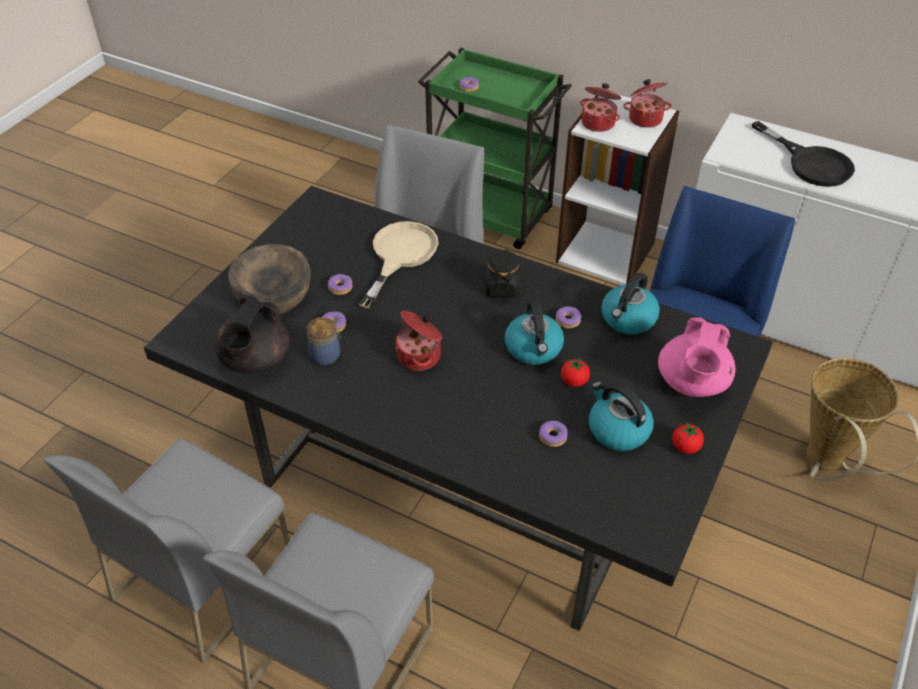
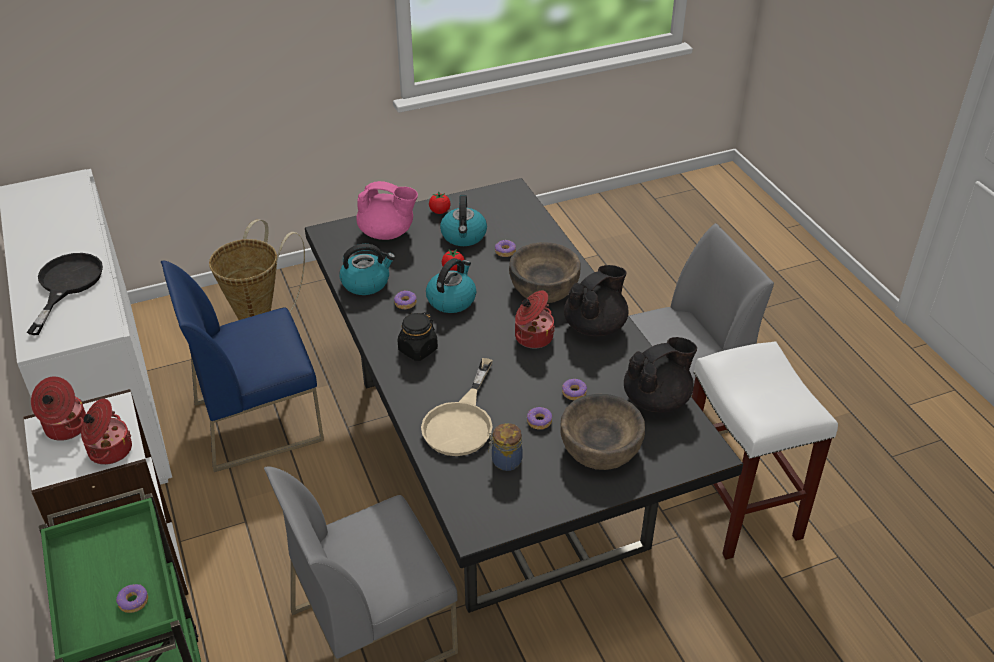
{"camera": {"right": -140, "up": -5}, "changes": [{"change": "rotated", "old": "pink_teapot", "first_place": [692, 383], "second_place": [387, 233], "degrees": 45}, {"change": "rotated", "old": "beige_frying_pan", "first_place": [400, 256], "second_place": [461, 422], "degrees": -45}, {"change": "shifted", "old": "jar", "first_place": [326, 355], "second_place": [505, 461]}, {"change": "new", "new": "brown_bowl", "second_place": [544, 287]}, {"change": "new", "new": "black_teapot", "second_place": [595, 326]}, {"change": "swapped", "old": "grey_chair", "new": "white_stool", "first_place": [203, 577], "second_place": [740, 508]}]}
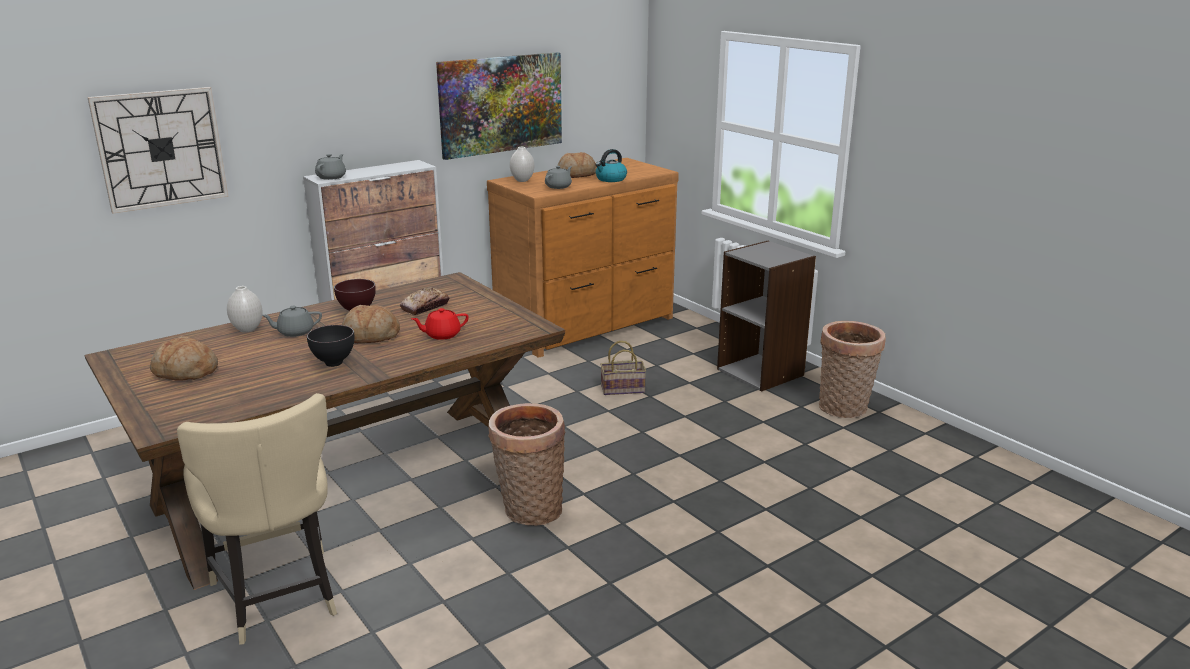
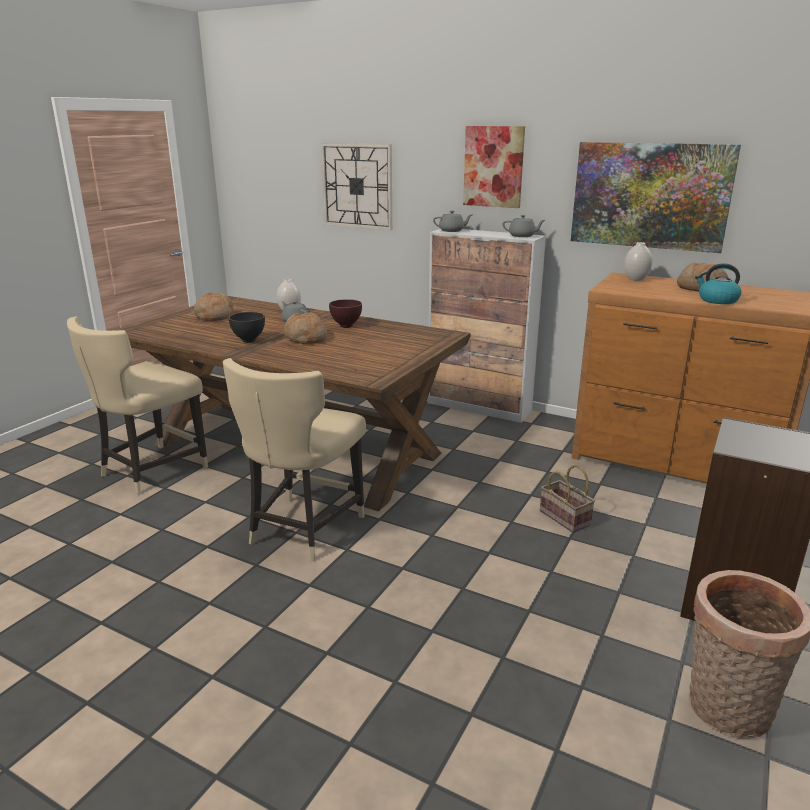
{"camera": {"right": 65, "up": 0}, "changes": [{"change": "swapped", "old": "basket", "new": "beige_chair", "first_place": [529, 510], "second_place": [302, 529]}, {"change": "new", "new": "picture", "second_place": [493, 167]}, {"change": "shifted", "old": "grey_teapot", "first_place": [558, 186], "second_place": [522, 236]}, {"change": "gone", "old": "bread", "first_place": [425, 307]}, {"change": "gone", "old": "red_teapot", "first_place": [442, 335]}]}
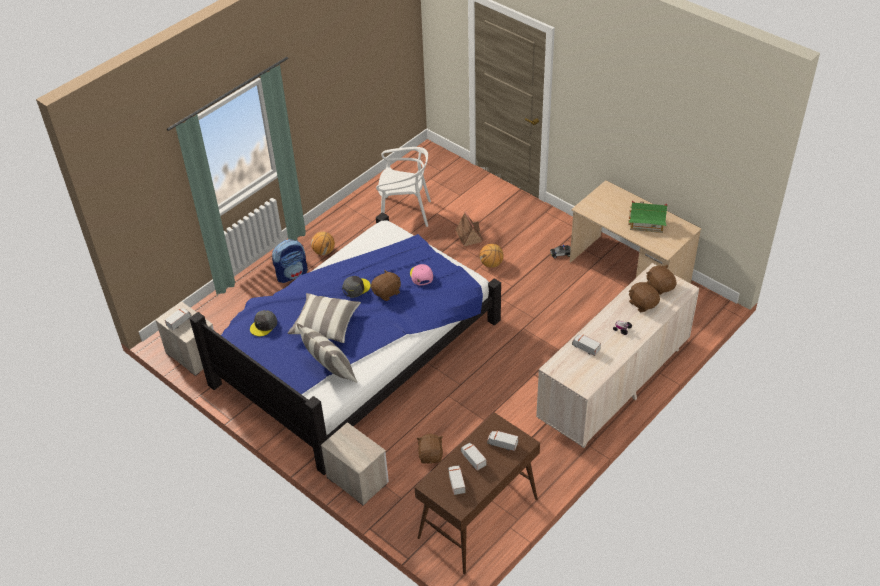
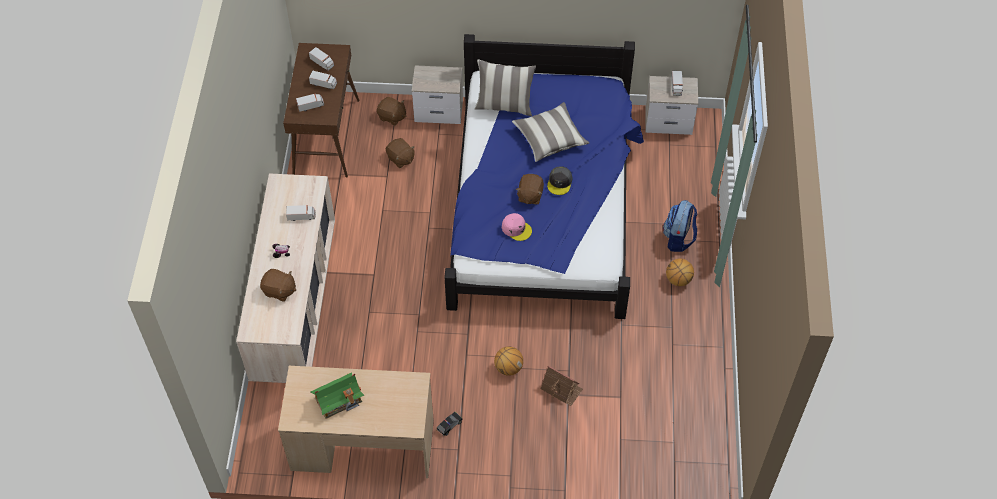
{"camera": {"right": 140, "up": 10}, "changes": [{"change": "shifted", "old": "brown_plush_toy", "first_place": [660, 287], "second_place": [392, 117]}, {"change": "gone", "old": "grey_cap", "first_place": [264, 325]}, {"change": "gone", "old": "white_chair", "first_place": [404, 213]}]}
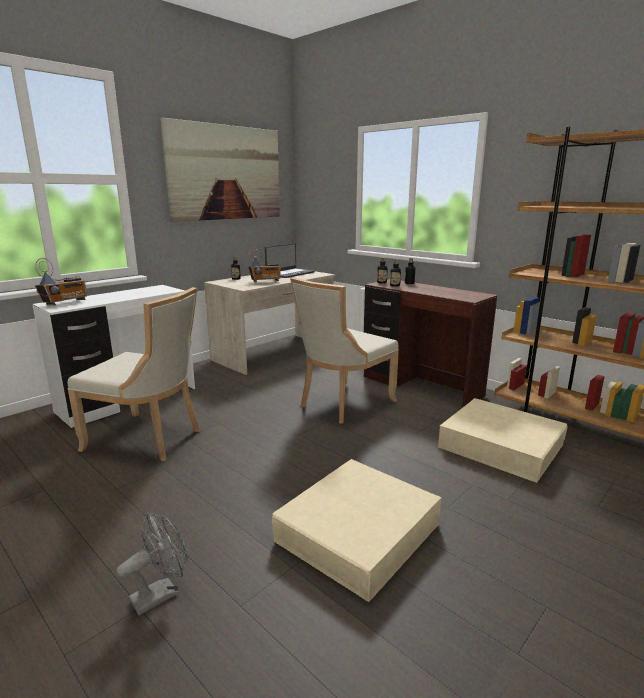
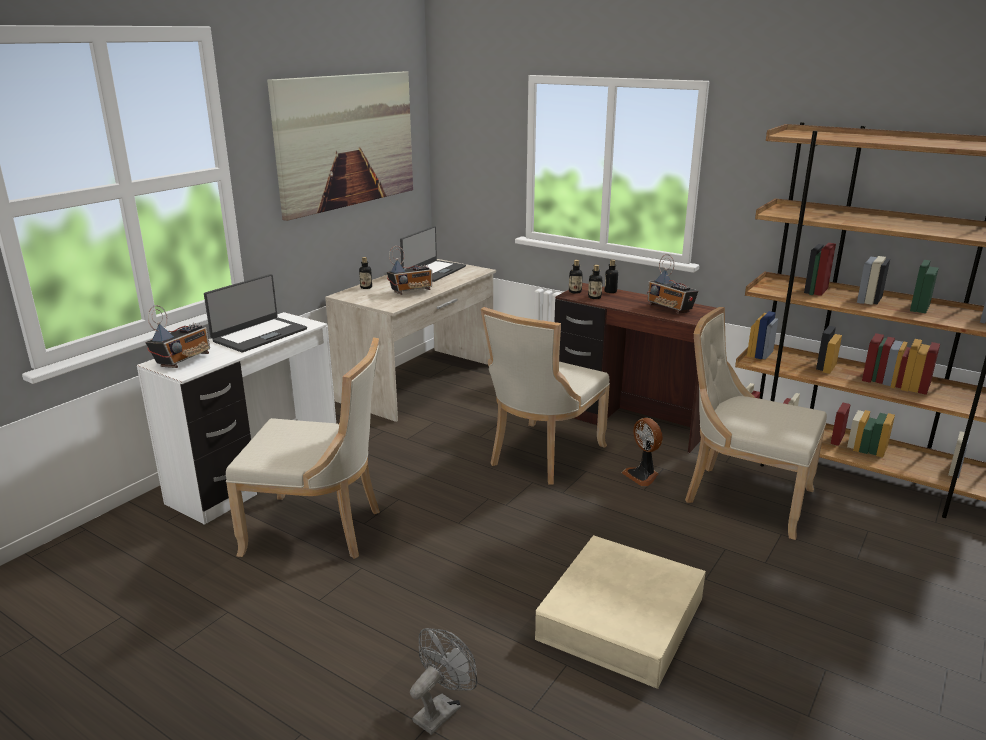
{"camera": {"right": -10, "up": 5}, "changes": [{"change": "new", "new": "laptop", "second_place": [259, 335]}, {"change": "new", "new": "fan", "second_place": [642, 475]}, {"change": "new", "new": "radio", "second_place": [670, 309]}, {"change": "swapped", "old": "beige_storage_box", "new": "beige_chair", "first_place": [500, 446], "second_place": [743, 497]}]}
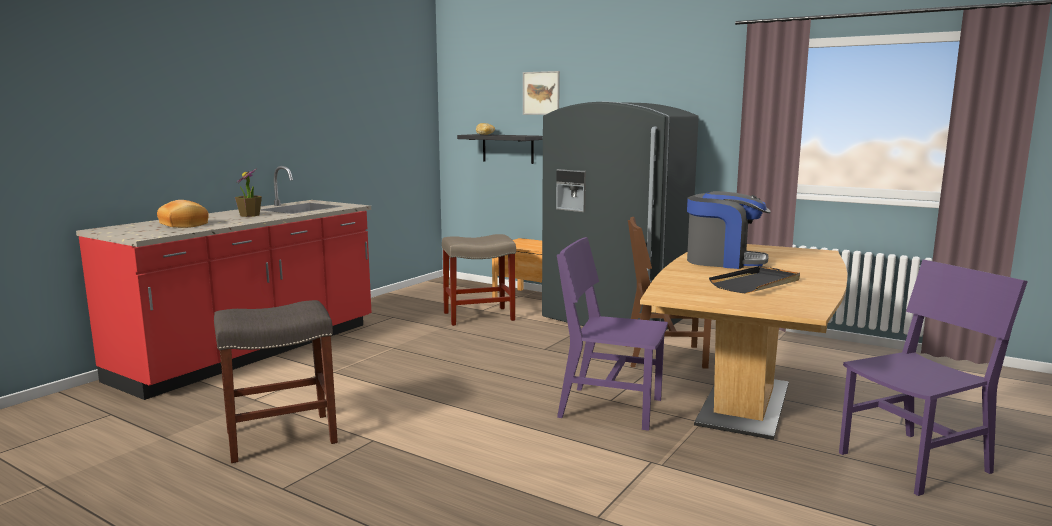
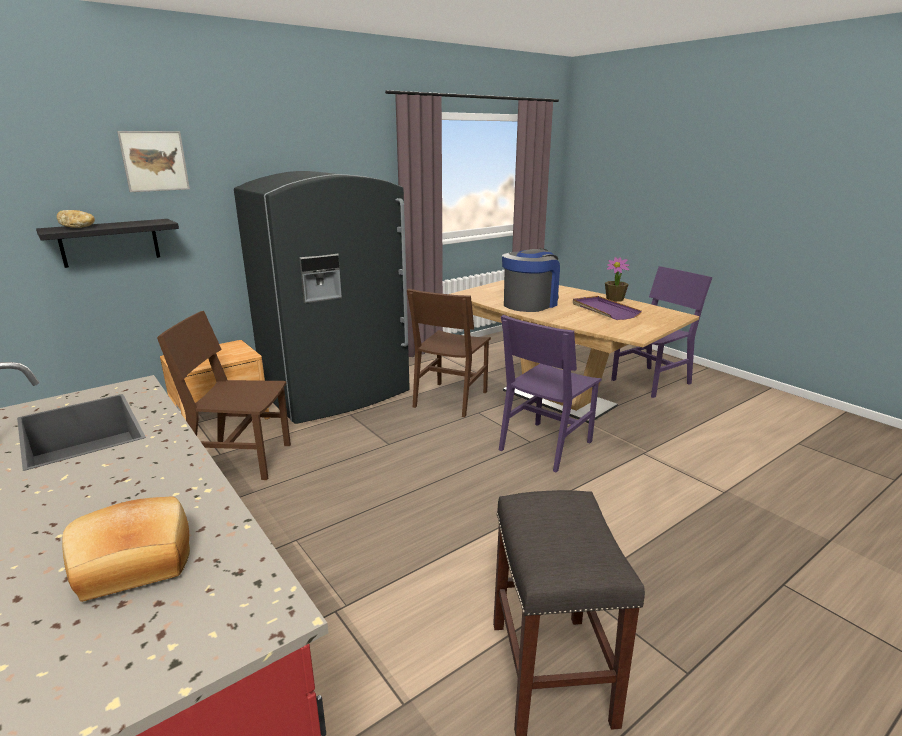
{"camera": {"right": -70, "up": 10}, "changes": [{"change": "swapped", "old": "beige_stool", "new": "brown_chair", "first_place": [479, 316], "second_place": [241, 459]}, {"change": "repainted", "old": "black_tray", "new": "purple_tray", "first_place": [756, 283], "second_place": [604, 310]}, {"change": "shifted", "old": "potted_plant", "first_place": [249, 215], "second_place": [615, 299]}, {"change": "rotated", "old": "purple_chair", "first_place": [914, 462], "second_place": [651, 382], "degrees": 60}]}
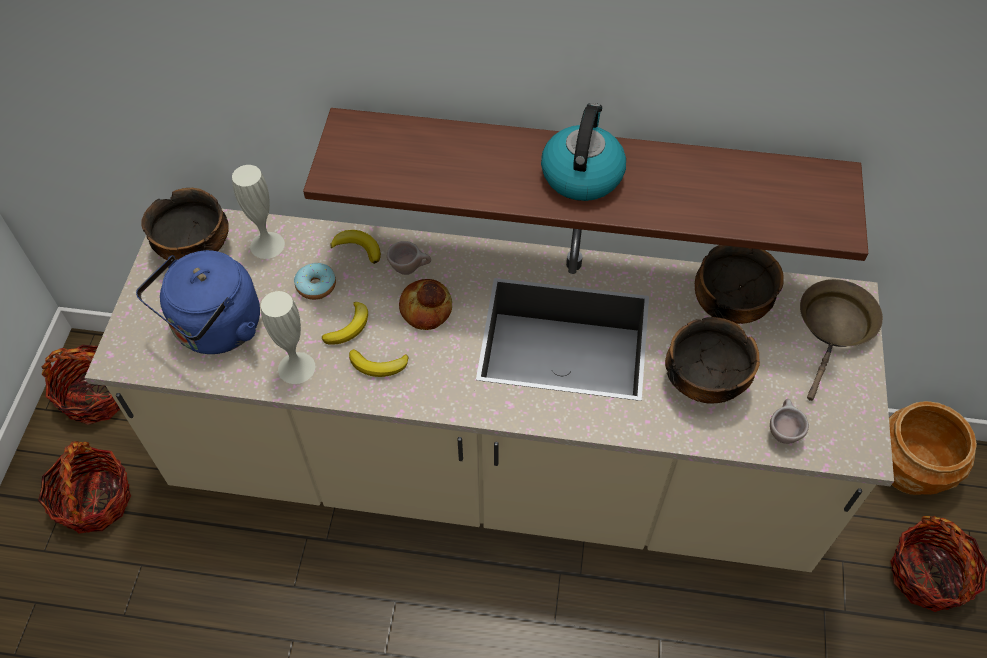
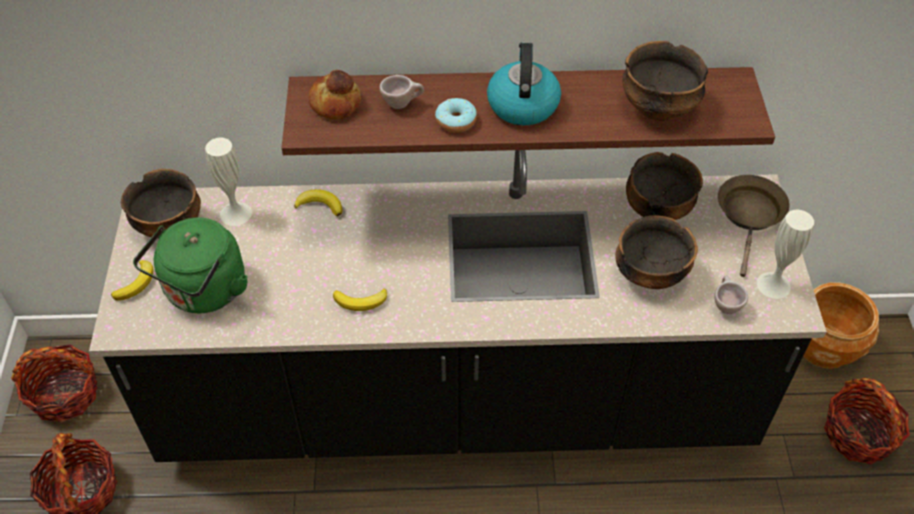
{"camera": {"right": -10, "up": -5}, "changes": [{"change": "repainted", "old": "beige_counter", "new": "black_counter", "first_place": [493, 467], "second_place": [457, 402]}, {"change": "shifted", "old": "banana", "first_place": [349, 327], "second_place": [136, 283]}, {"change": "repainted", "old": "blue_kettle", "new": "green_kettle", "first_place": [215, 329], "second_place": [203, 292]}, {"change": "shifted", "old": "bread", "first_place": [425, 309], "second_place": [334, 103]}, {"change": "shifted", "old": "beige_cup", "first_place": [410, 268], "second_place": [402, 103]}, {"change": "shifted", "old": "donut", "first_place": [316, 286], "second_place": [456, 121]}, {"change": "new", "new": "bowl", "second_place": [658, 108]}, {"change": "shifted", "old": "white_vase", "first_place": [296, 367], "second_place": [773, 285]}]}
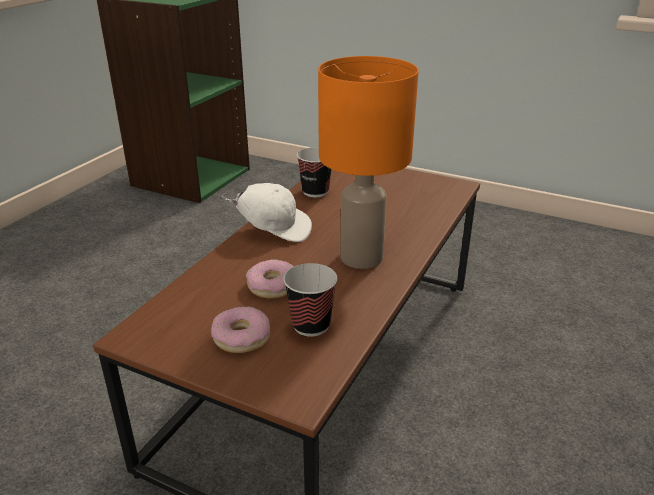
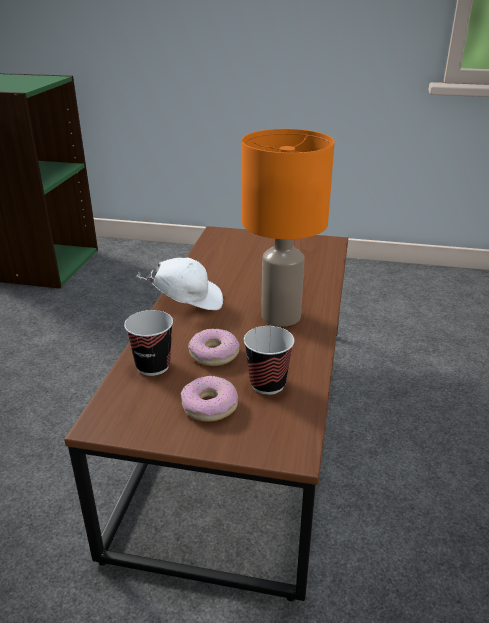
{"camera": {"right": -15, "up": 0}, "changes": [{"change": "shifted", "old": "cup", "first_place": [315, 192], "second_place": [153, 366]}]}
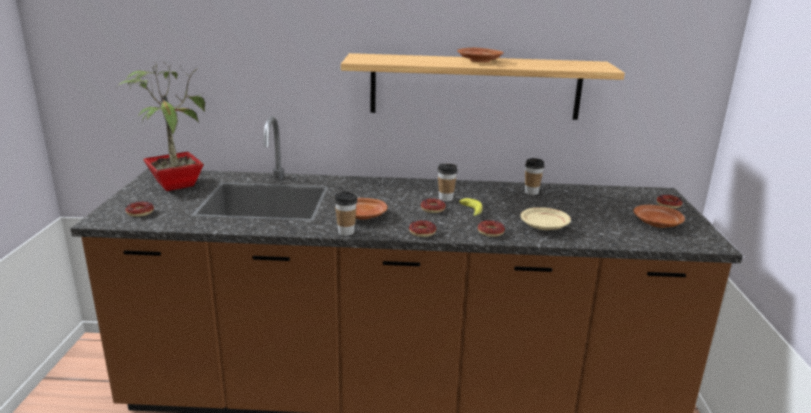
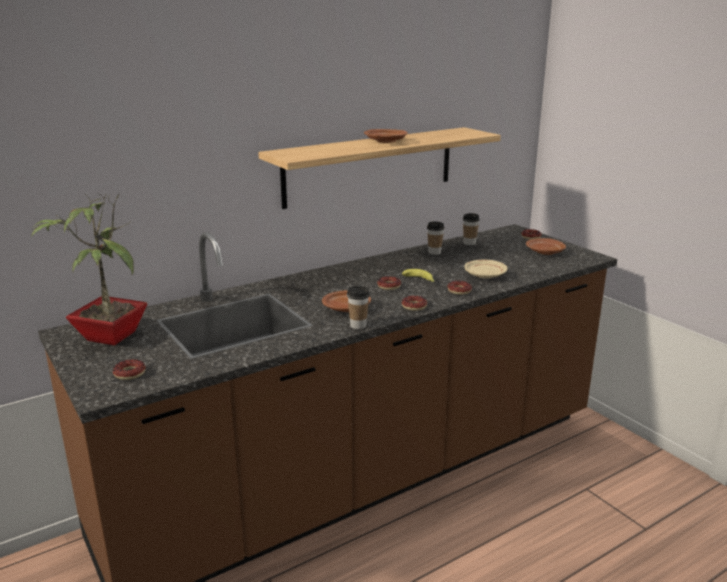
{"camera": {"right": -35, "up": 0}, "changes": [{"change": "shifted", "old": "cup", "first_place": [445, 198], "second_place": [469, 243]}]}
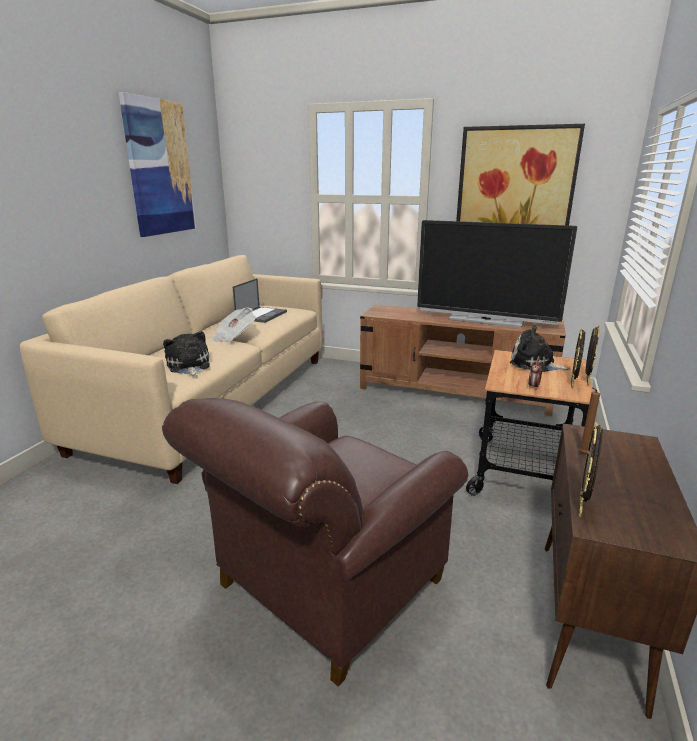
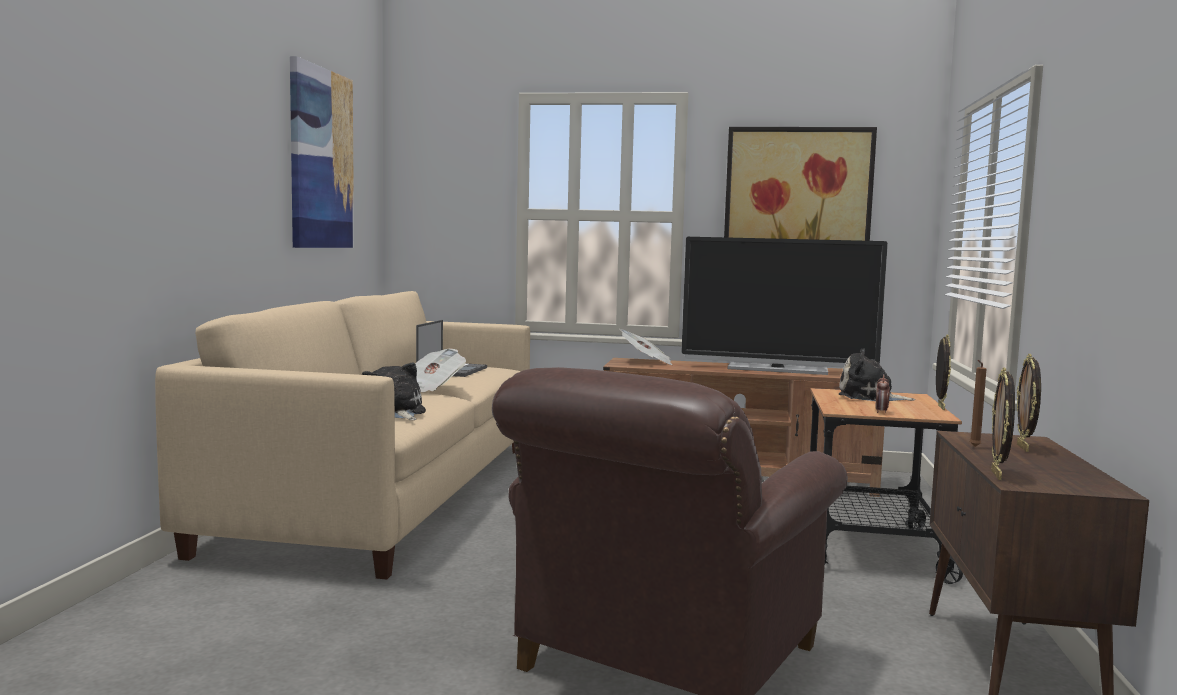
{"camera": {"right": -10, "up": -15}, "changes": [{"change": "new", "new": "newspaper", "second_place": [646, 362]}, {"change": "shifted", "old": "picture_frame", "first_place": [573, 384], "second_place": [1024, 448]}]}
